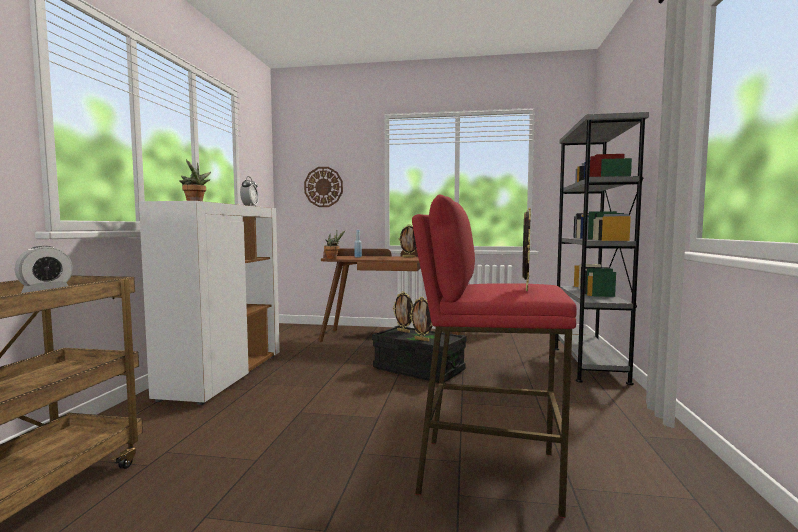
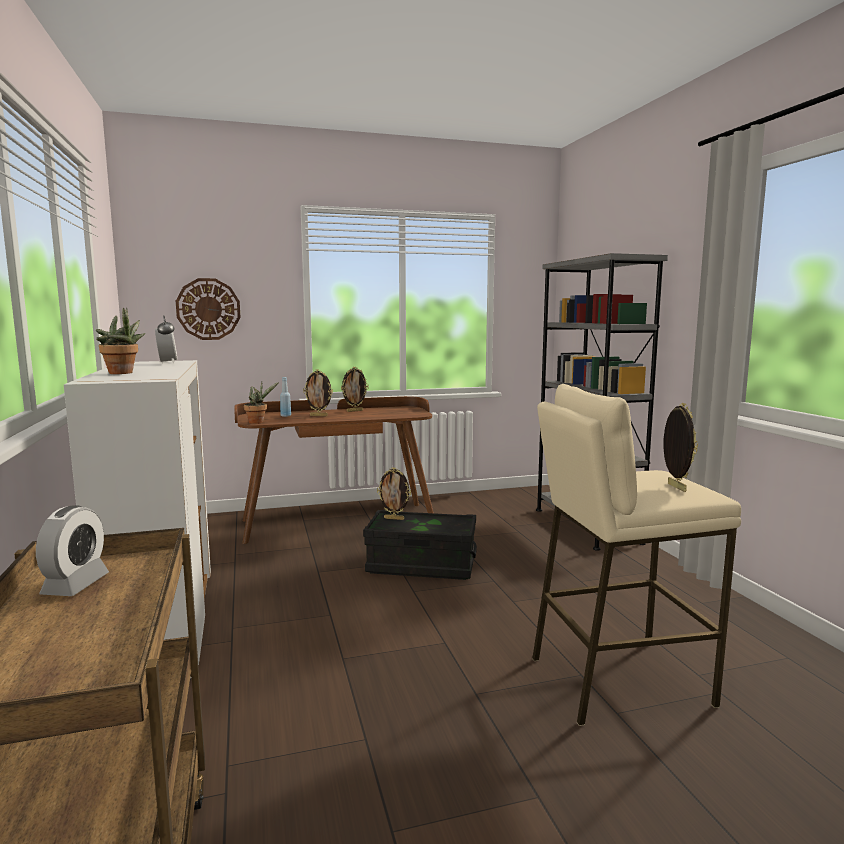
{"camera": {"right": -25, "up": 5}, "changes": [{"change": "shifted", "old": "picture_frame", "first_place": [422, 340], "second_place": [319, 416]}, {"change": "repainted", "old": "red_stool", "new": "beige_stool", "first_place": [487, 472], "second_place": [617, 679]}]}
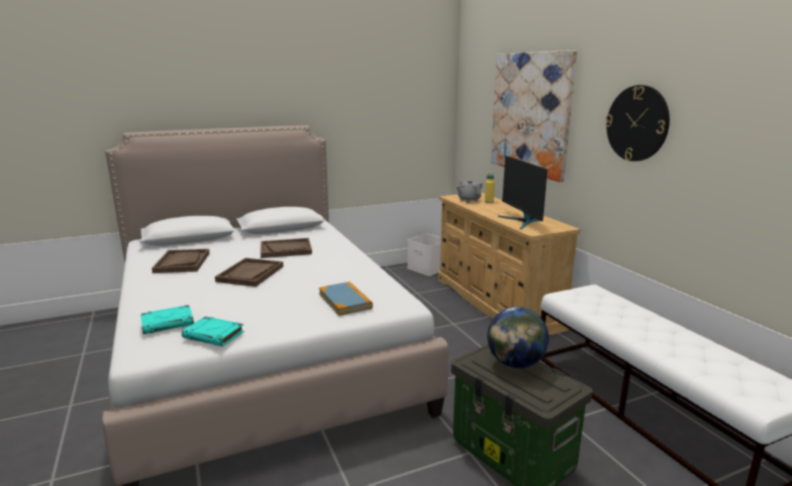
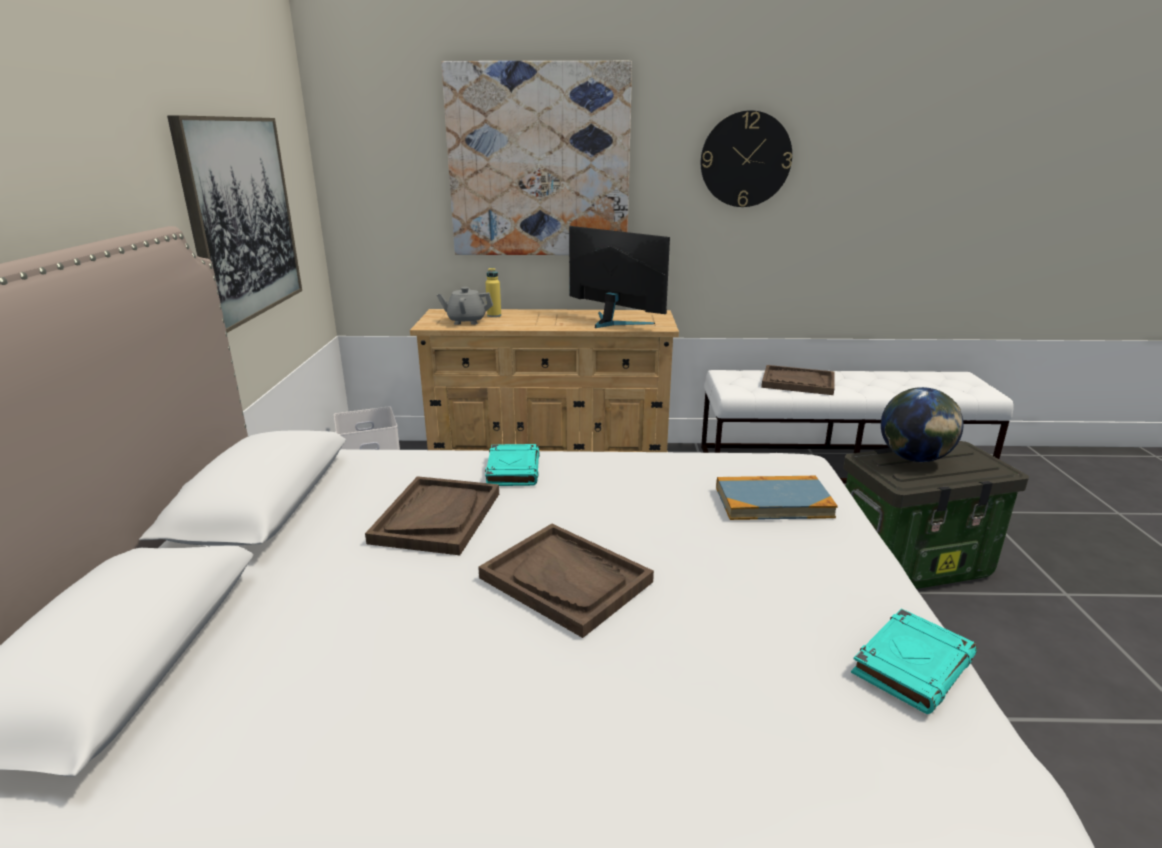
{"camera": {"right": -65, "up": 5}, "changes": [{"change": "new", "new": "picture", "second_place": [241, 218]}, {"change": "shifted", "old": "turquoise_book", "first_place": [168, 323], "second_place": [513, 469]}, {"change": "rotated", "old": "monitor", "first_place": [522, 221], "second_place": [613, 322], "degrees": -150}, {"change": "shifted", "old": "brown_tray", "first_place": [182, 262], "second_place": [797, 382]}]}
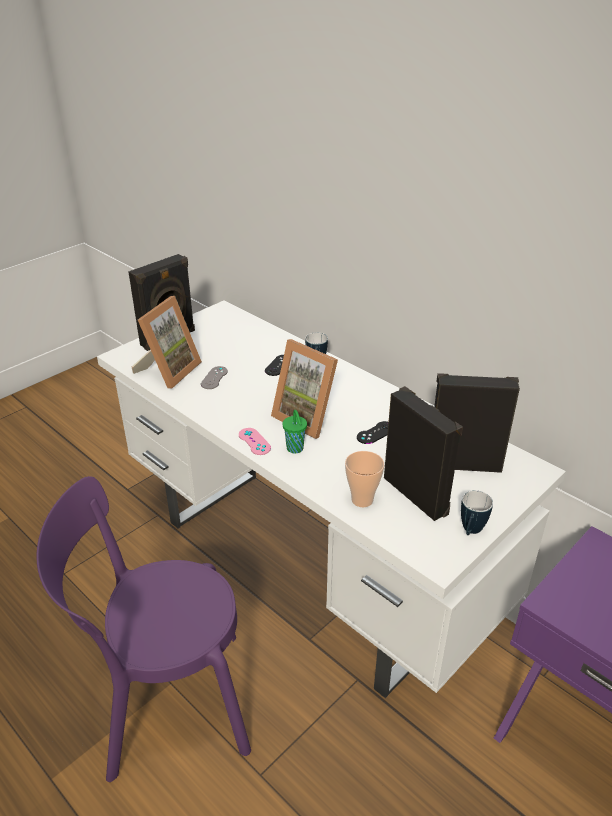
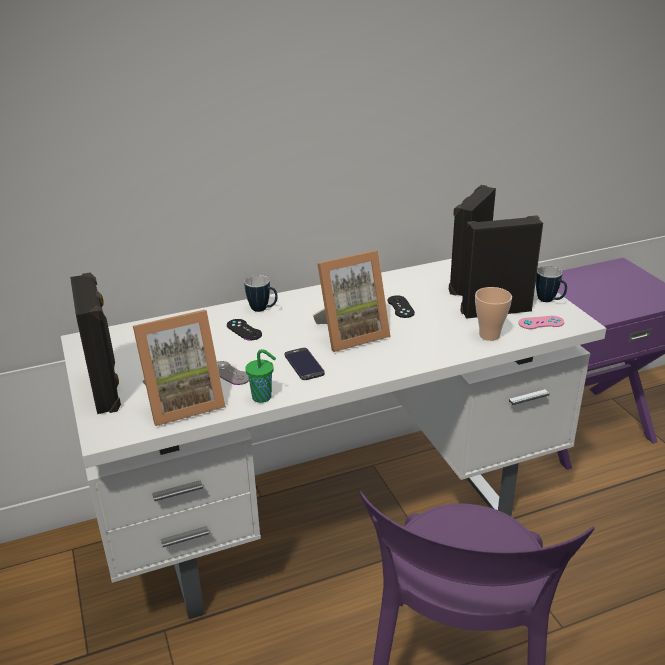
{"camera": {"right": -65, "up": -5}, "changes": [{"change": "rotated", "old": "picture_frame", "first_place": [168, 371], "second_place": [183, 402], "degrees": 105}, {"change": "shifted", "old": "green_cup", "first_place": [295, 449], "second_place": [263, 397]}, {"change": "new", "new": "phone", "second_place": [304, 364]}, {"change": "shifted", "old": "pink_game_controller", "first_place": [254, 441], "second_place": [541, 323]}]}
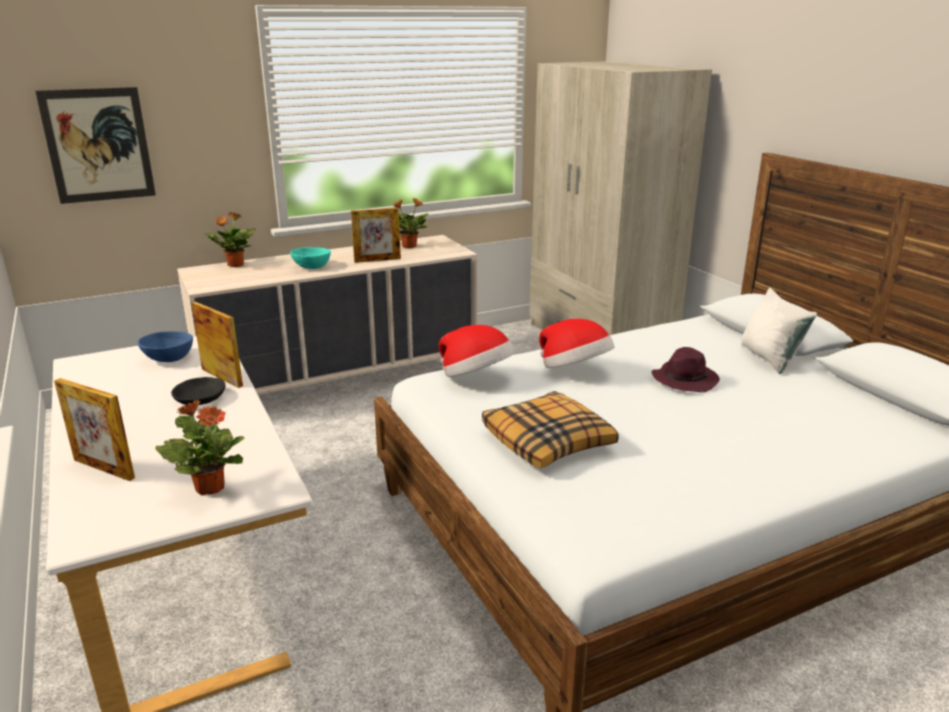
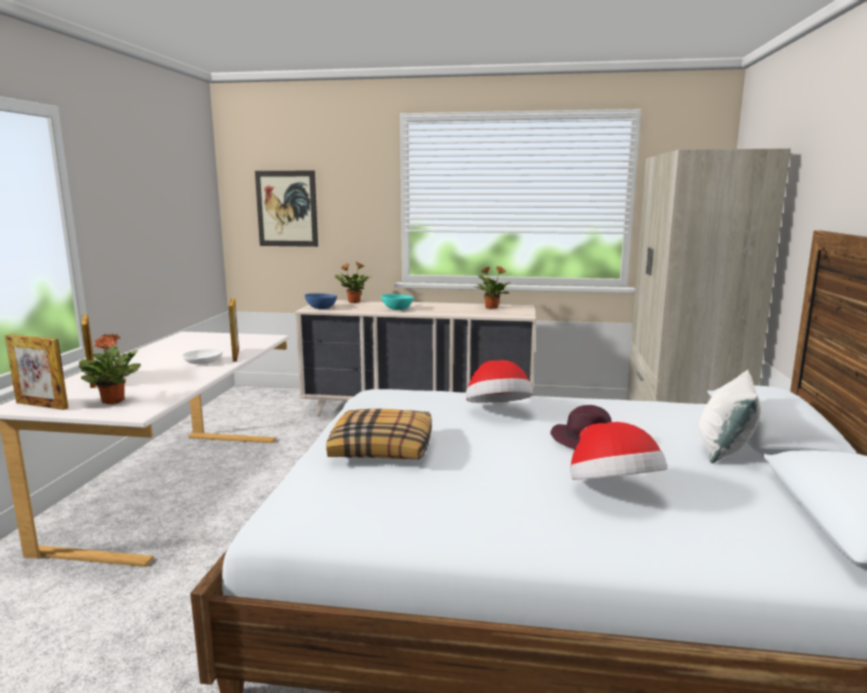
{"camera": {"right": 35, "up": -10}, "changes": [{"change": "shifted", "old": "picture_frame", "first_place": [377, 260], "second_place": [42, 405]}, {"change": "repainted", "old": "black_bowl", "new": "white_bowl", "first_place": [201, 398], "second_place": [204, 362]}, {"change": "shifted", "old": "blue_bowl", "first_place": [168, 359], "second_place": [321, 308]}, {"change": "shifted", "old": "hat", "first_place": [476, 377], "second_place": [613, 491]}]}
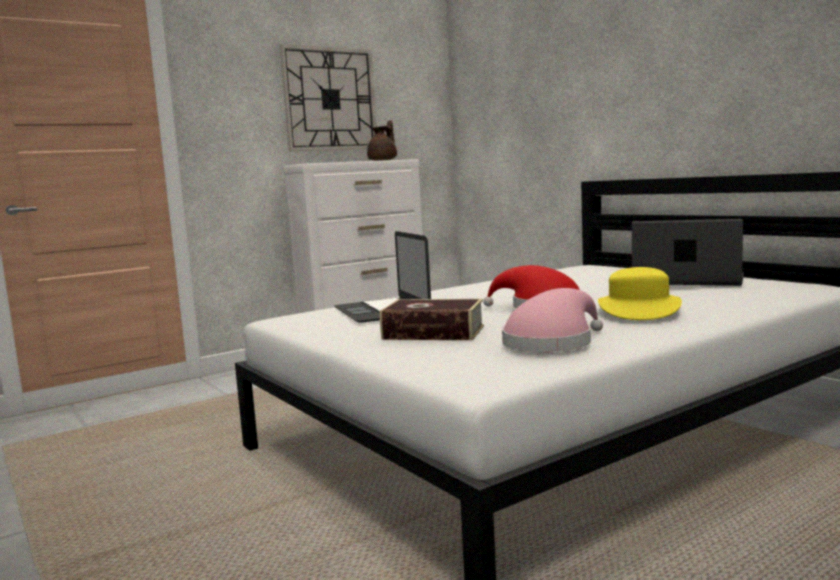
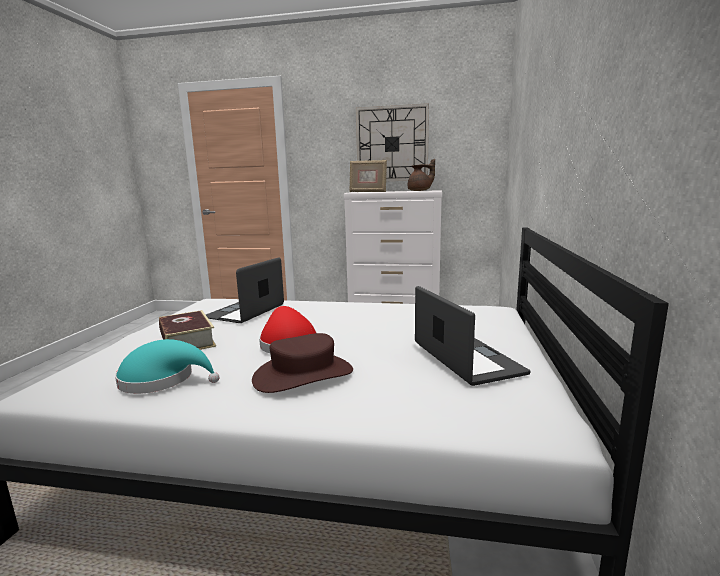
{"camera": {"right": 45, "up": 5}, "changes": [{"change": "repainted", "old": "pink_hat", "new": "turquoise_hat", "first_place": [552, 343], "second_place": [162, 380]}, {"change": "repainted", "old": "yellow_hat", "new": "brown_hat", "first_place": [638, 309], "second_place": [303, 375]}, {"change": "new", "new": "picture_frame", "second_place": [368, 192]}]}
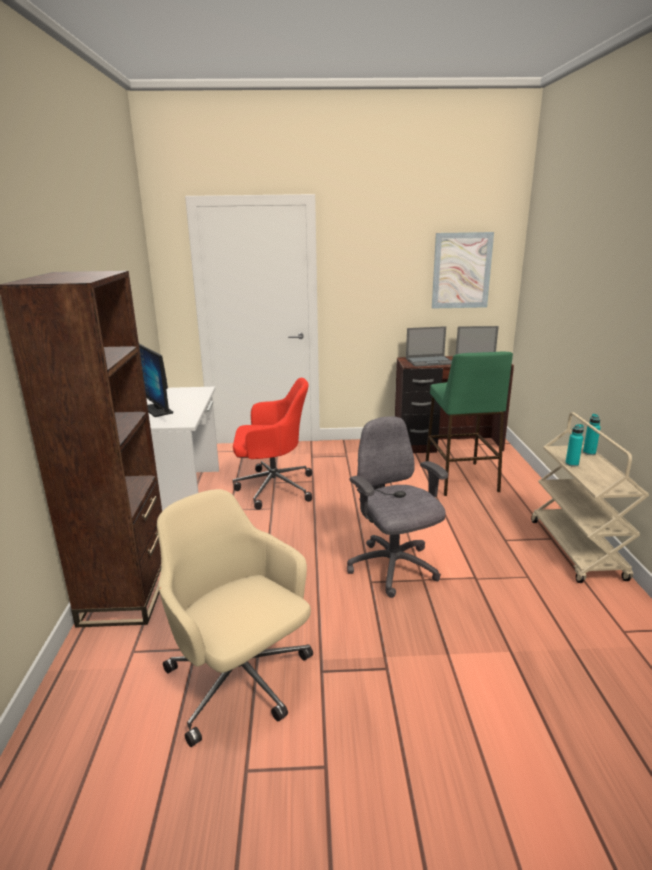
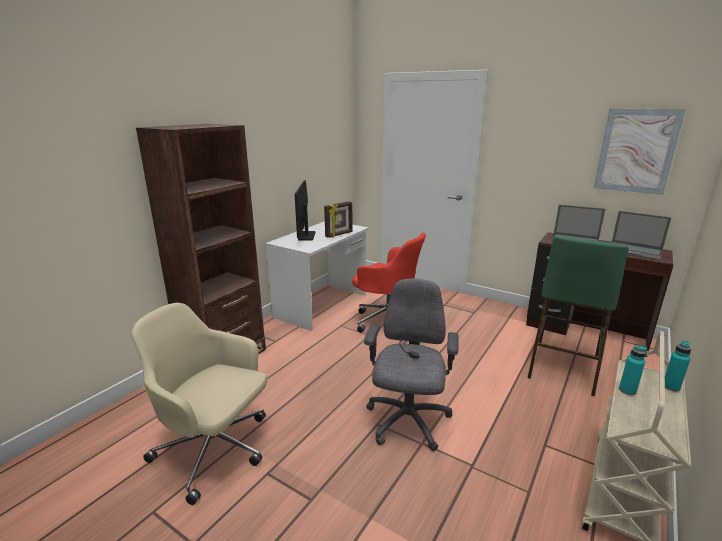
{"camera": {"right": 35, "up": 0}, "changes": [{"change": "rotated", "old": "beige_office_chair", "first_place": [240, 681], "second_place": [215, 450], "degrees": -60}, {"change": "new", "new": "picture_frame", "second_place": [339, 234]}]}
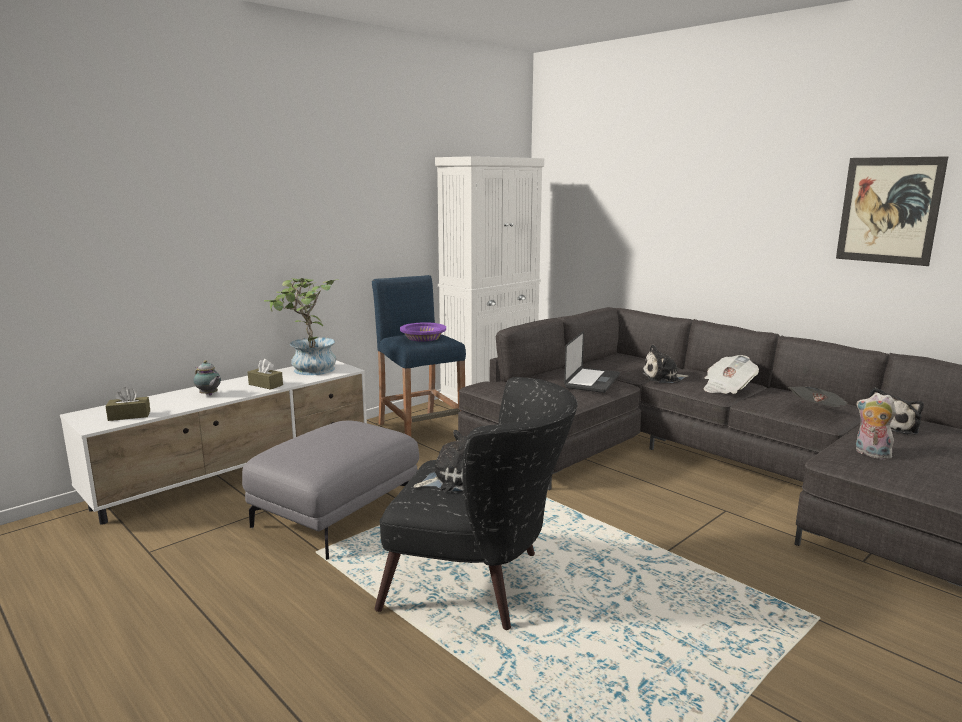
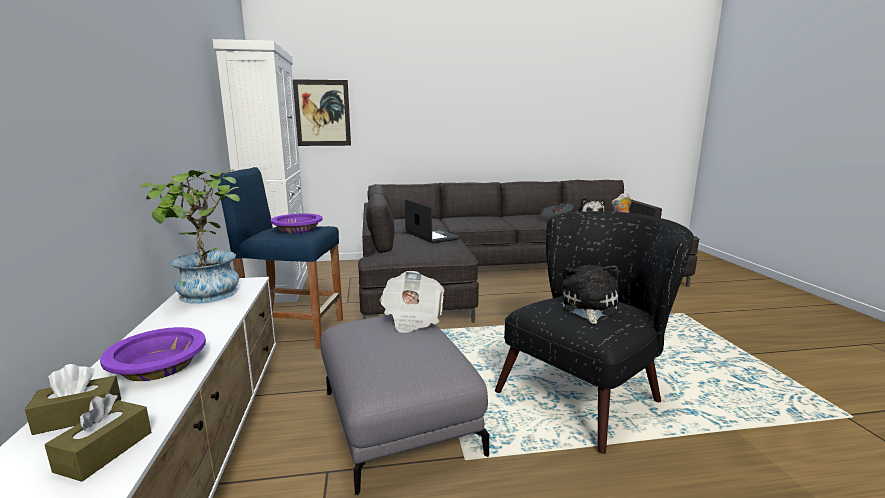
{"camera": {"right": -55, "up": 0}, "changes": [{"change": "shifted", "old": "brown_tissue_box", "first_place": [265, 385], "second_place": [79, 416]}, {"change": "swapped", "old": "teapot", "new": "purple_bowl", "first_place": [209, 395], "second_place": [158, 365]}, {"change": "shifted", "old": "picture", "first_place": [888, 210], "second_place": [322, 113]}, {"change": "shifted", "old": "newspaper", "first_place": [727, 388], "second_place": [412, 318]}, {"change": "gone", "old": "plush_toy", "first_place": [663, 378]}]}
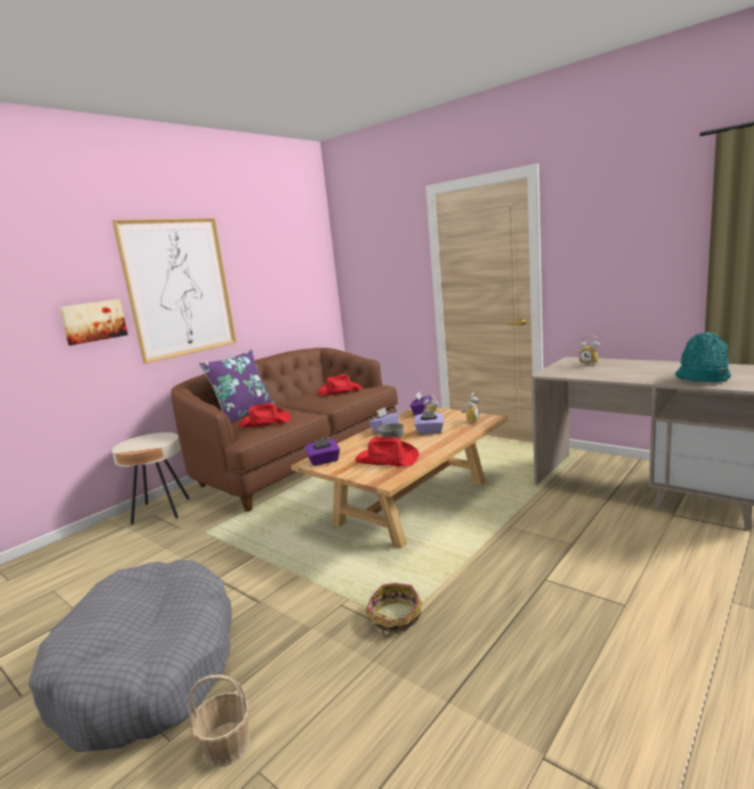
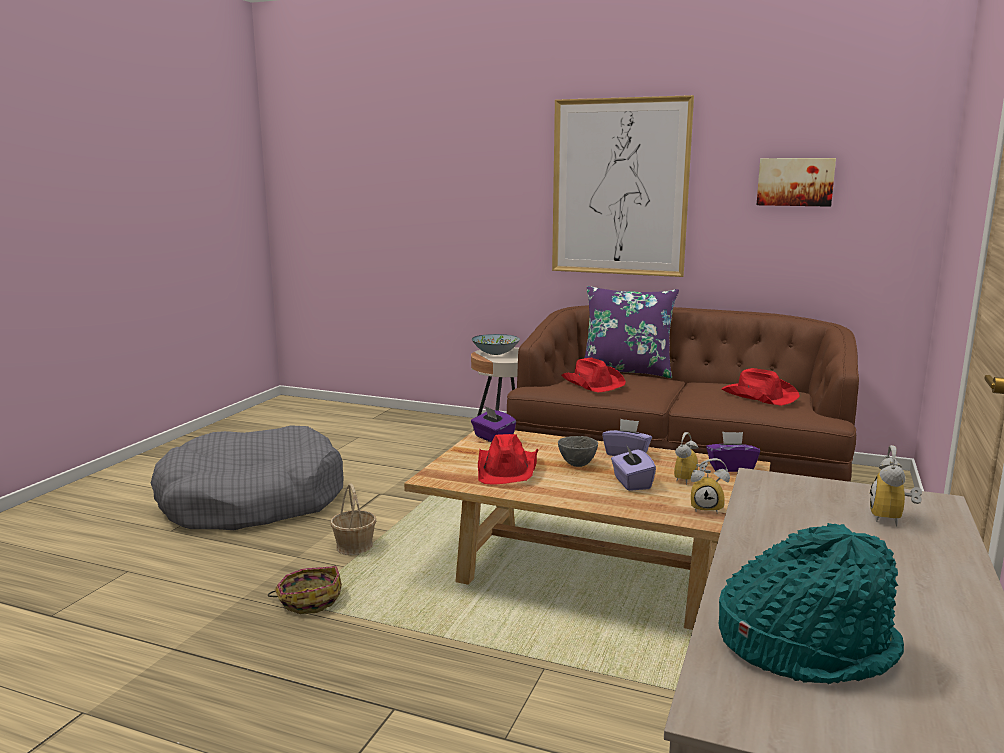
{"camera": {"right": 70, "up": 0}, "changes": [{"change": "shifted", "old": "basket", "first_place": [226, 745], "second_place": [354, 546]}, {"change": "new", "new": "bowl", "second_place": [495, 353]}, {"change": "shifted", "old": "picture", "first_place": [93, 321], "second_place": [795, 182]}]}
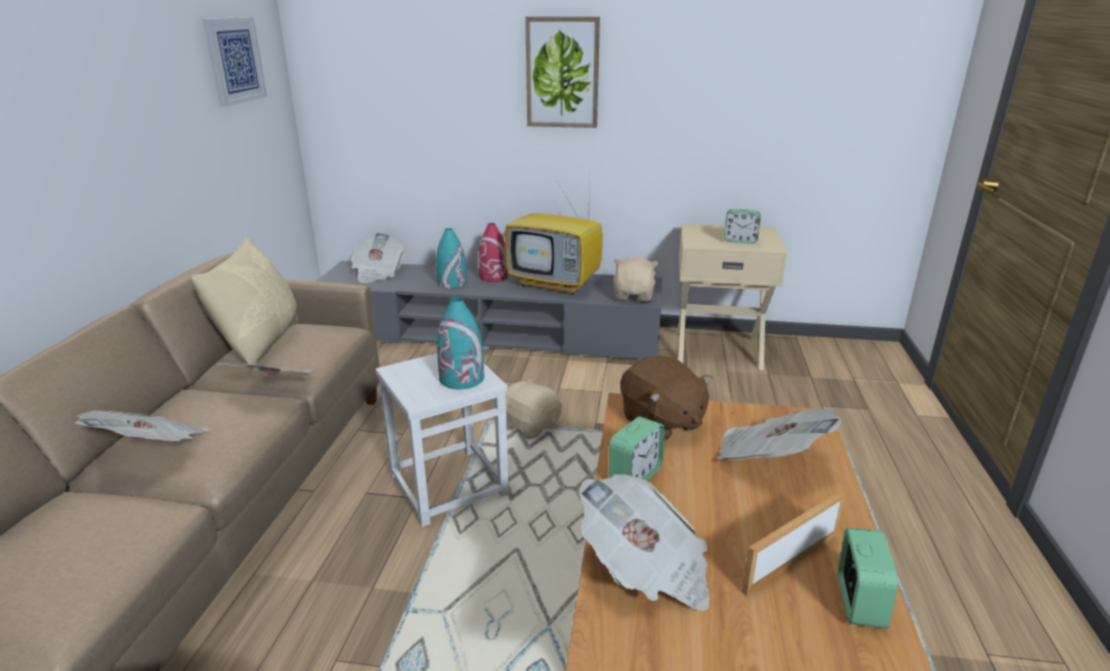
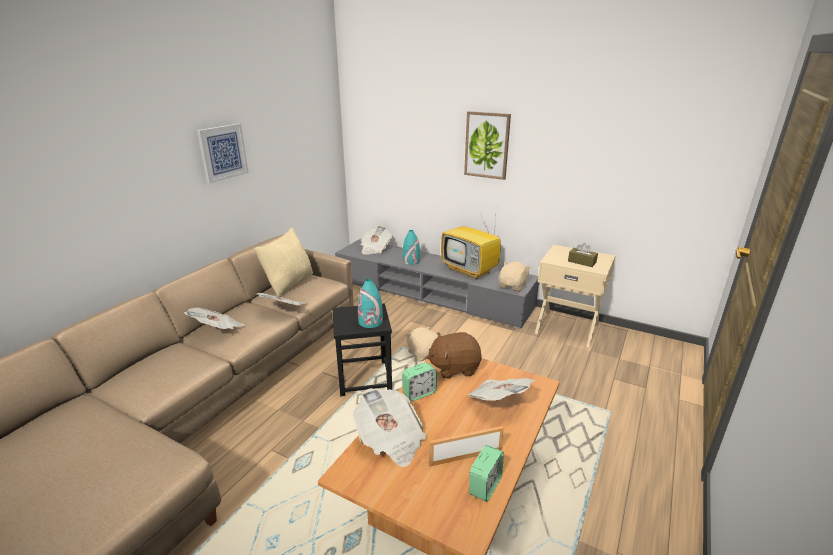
{"camera": {"right": 20, "up": 0}, "changes": [{"change": "shifted", "old": "picture", "first_place": [234, 60], "second_place": [223, 152]}, {"change": "repainted", "old": "white_stool", "new": "black_stool", "first_place": [448, 484], "second_place": [364, 377]}, {"change": "rotated", "old": "brown_plush_toy", "first_place": [661, 422], "second_place": [454, 368], "degrees": 90}, {"change": "swapped", "old": "alarm_clock", "new": "brown_tissue_box", "first_place": [740, 240], "second_place": [582, 262]}, {"change": "gone", "old": "red_vase", "first_place": [494, 277]}]}
